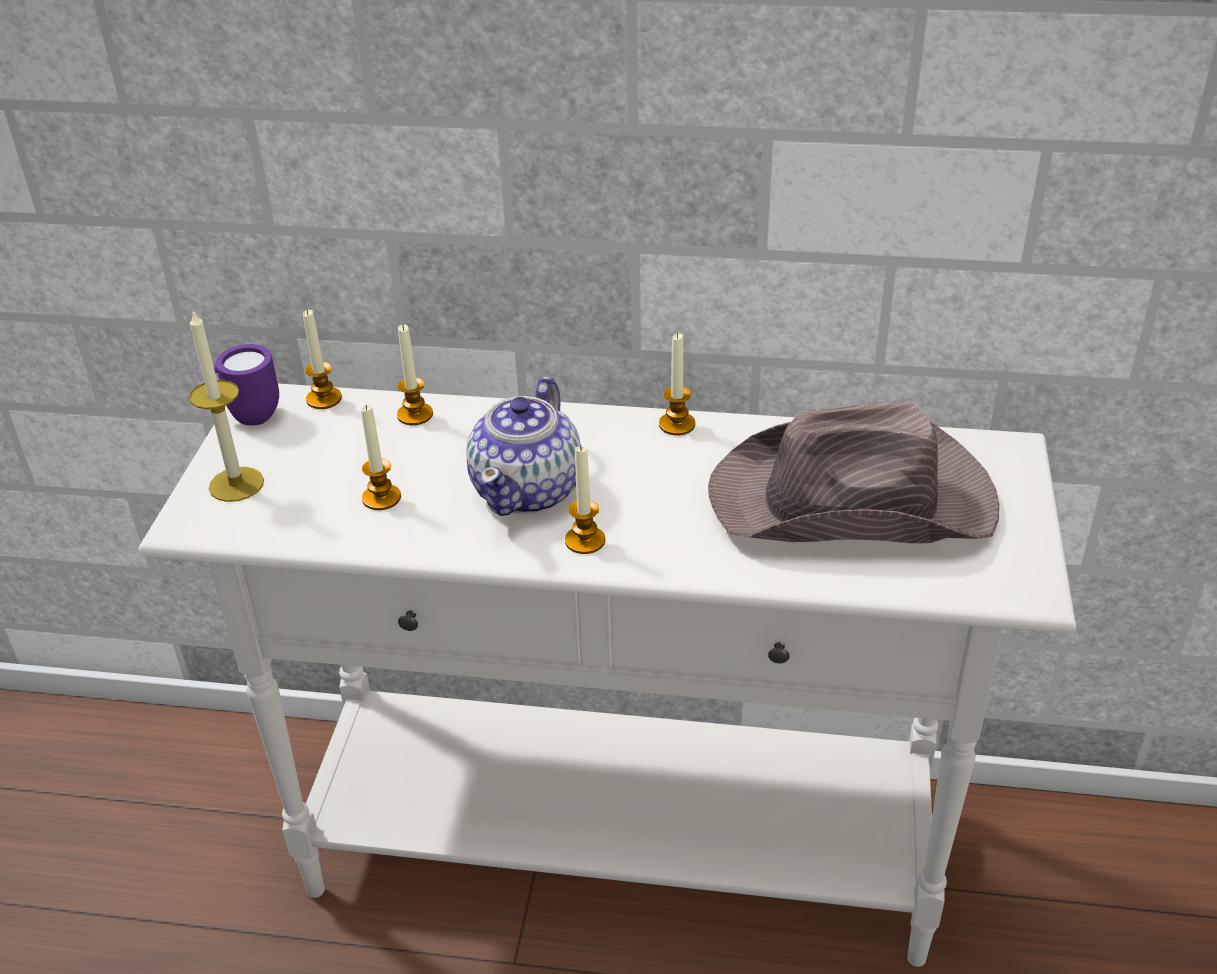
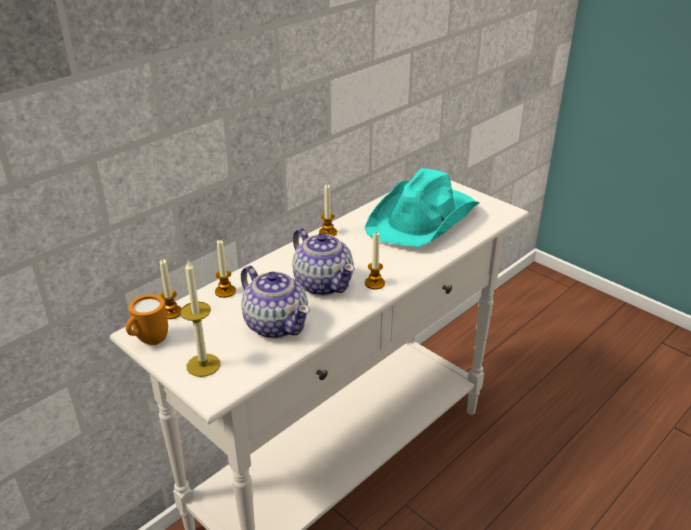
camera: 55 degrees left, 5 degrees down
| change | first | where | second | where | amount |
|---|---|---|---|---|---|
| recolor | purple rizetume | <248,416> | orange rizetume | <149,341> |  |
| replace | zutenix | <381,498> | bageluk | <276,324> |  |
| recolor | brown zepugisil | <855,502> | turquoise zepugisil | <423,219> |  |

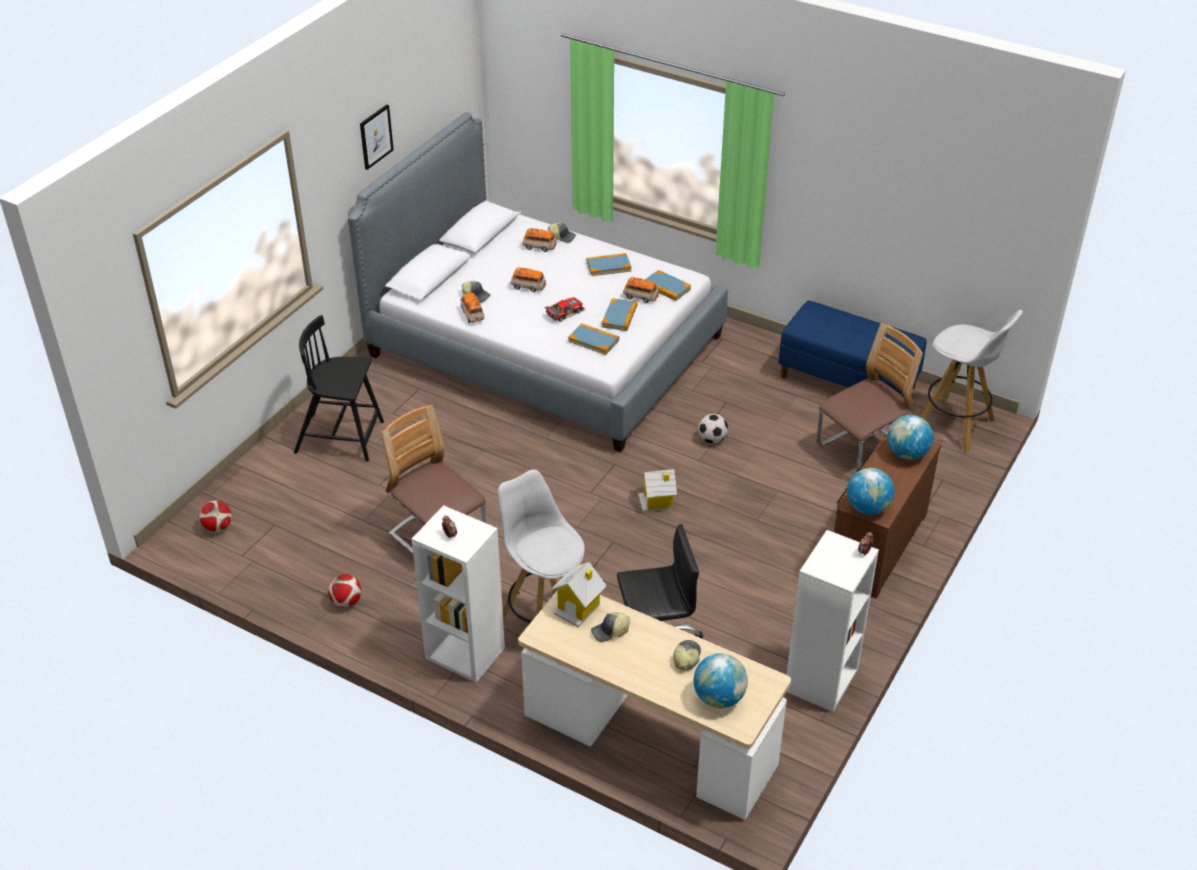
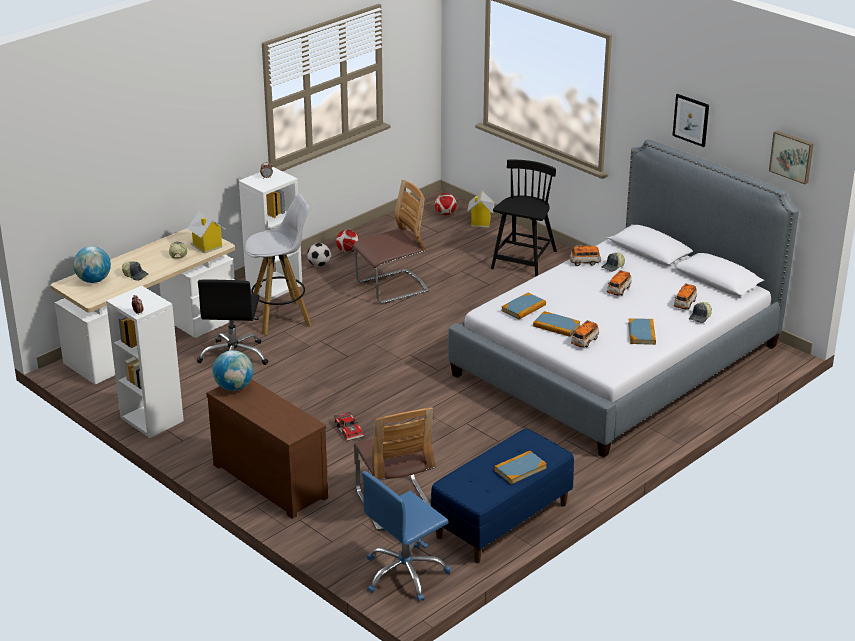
camera: 105 degrees right, 10 degrees down
| change | first | where | second | where | amount |
|---|---|---|---|---|---|
| move | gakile | <564,312> |  | <349,430> |  |
| move | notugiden | <657,502> |  | <480,222> |  |
| move | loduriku | <666,287> |  | <520,469> |  |
| move | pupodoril | <712,439> |  | <319,265> |  |
| delete | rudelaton | <907,454> |  |  |  |
| replace | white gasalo | <956,425> | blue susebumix | <405,574> |  |
| insert |  |  | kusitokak | <792,156> |  |

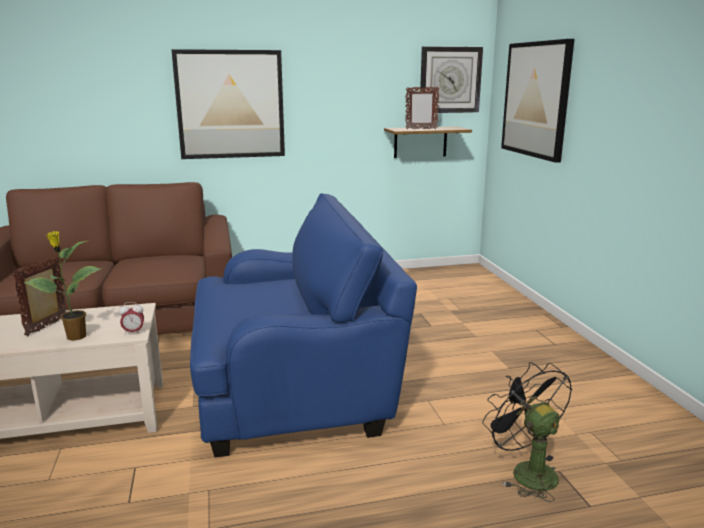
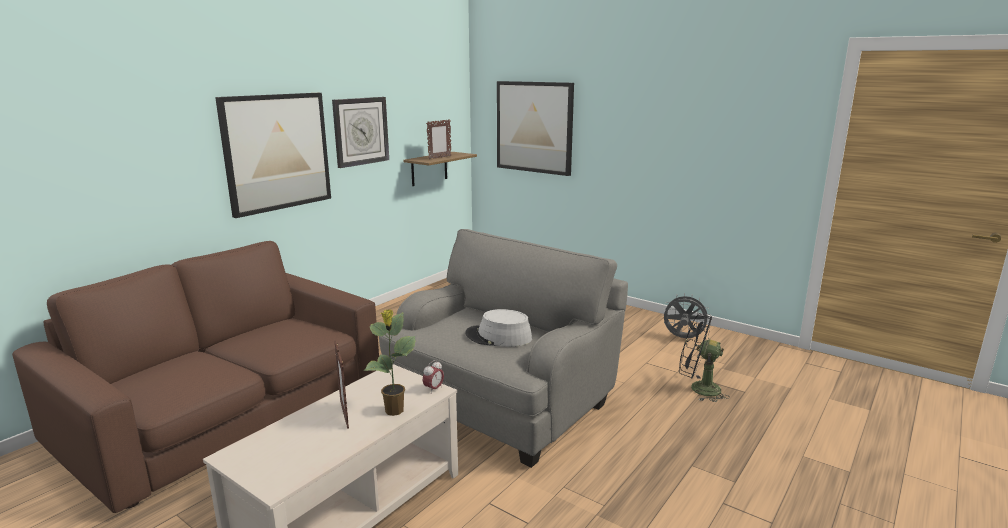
camera: 40 degrees left, 0 degrees up
| change | first | where | second | where | amount |
|---|---|---|---|---|---|
| recolor | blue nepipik | <295,389> | grey nepipik | <503,401> |  |
| move | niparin | <450,80> |  | <360,131> |  |
| insert |  |  | grey zepugisil | <498,337> |  |
| insert |  |  | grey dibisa | <683,338> |  |

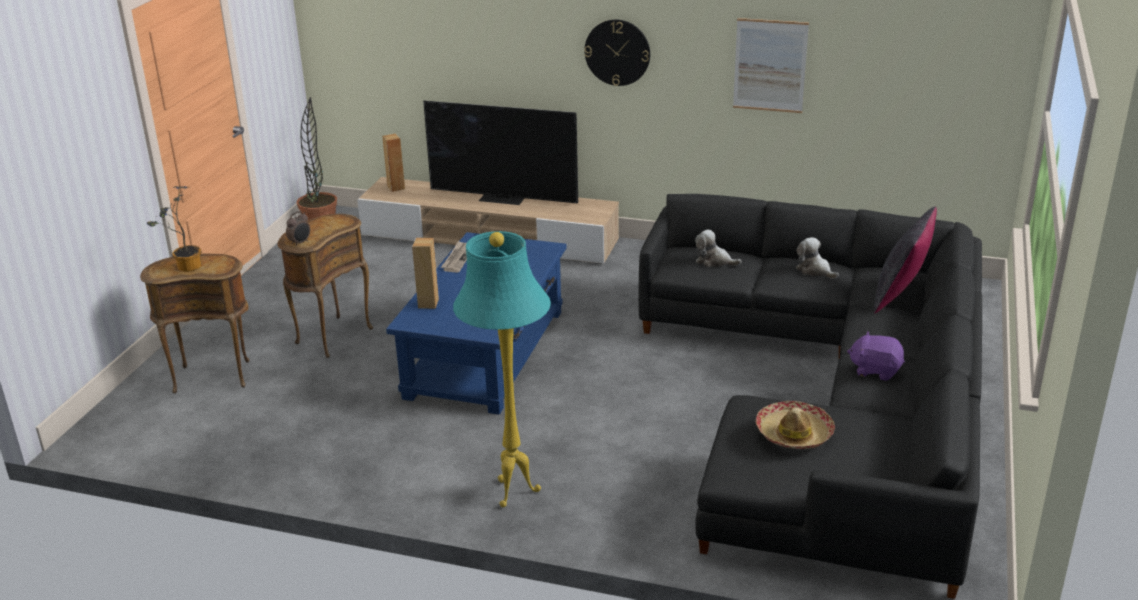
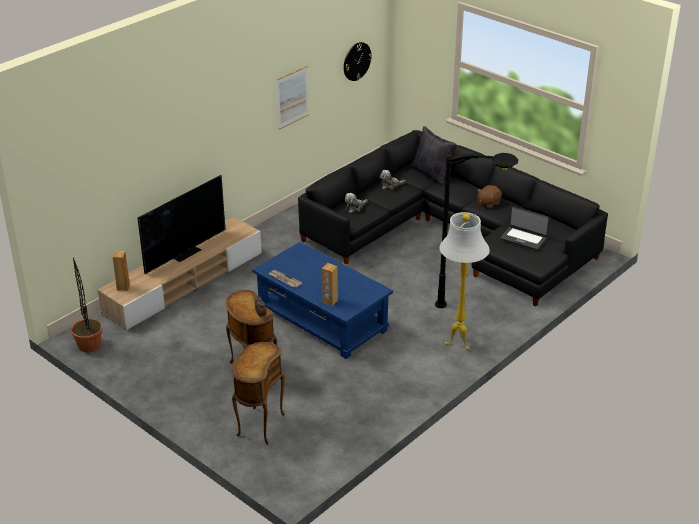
camera: 65 degrees left, 5 degrees up
| change | first | where | second | where | amount |
|---|---|---|---|---|---|
| delete | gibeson | <185,267> |  |  |  |
| recolor | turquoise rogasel | <512,492> | white rogasel | <457,344> |  |
| move | niparin | <617,52> |  | <356,61> |  |
| replace | zepugisil | <793,433> | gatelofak | <523,238> |  |
| recolor | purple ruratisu | <875,370> | brown ruratisu | <488,203> |  |
| insert |  |  | black rogasel | <477,311> |  |

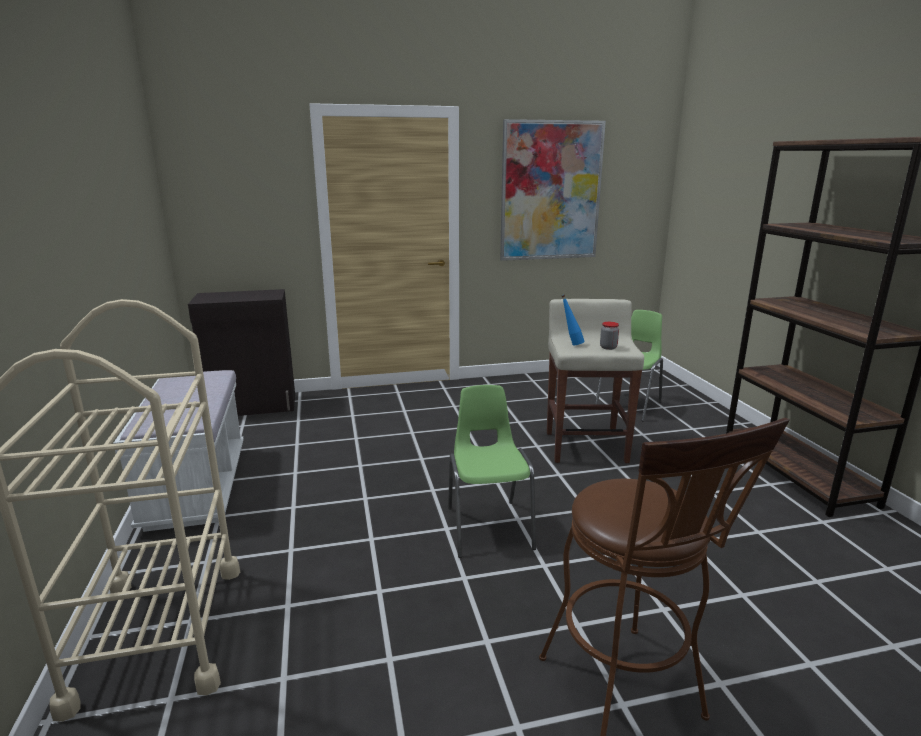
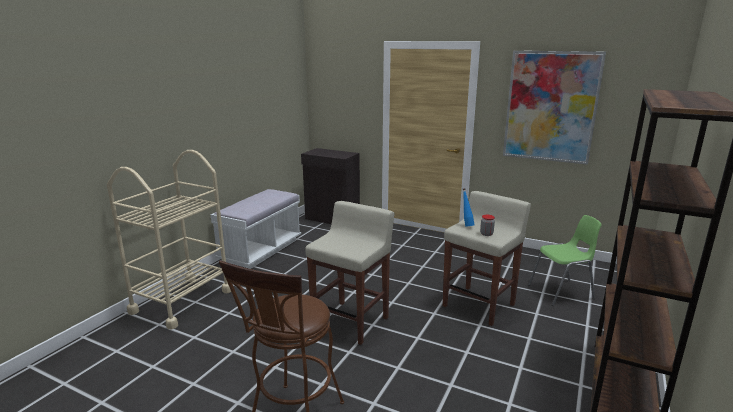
camera: 40 degrees right, 0 degrees up
| change | first | where | second | where | amount |
|---|---|---|---|---|---|
| replace | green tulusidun | <488,527> | beige gasalo | <351,321> |  |

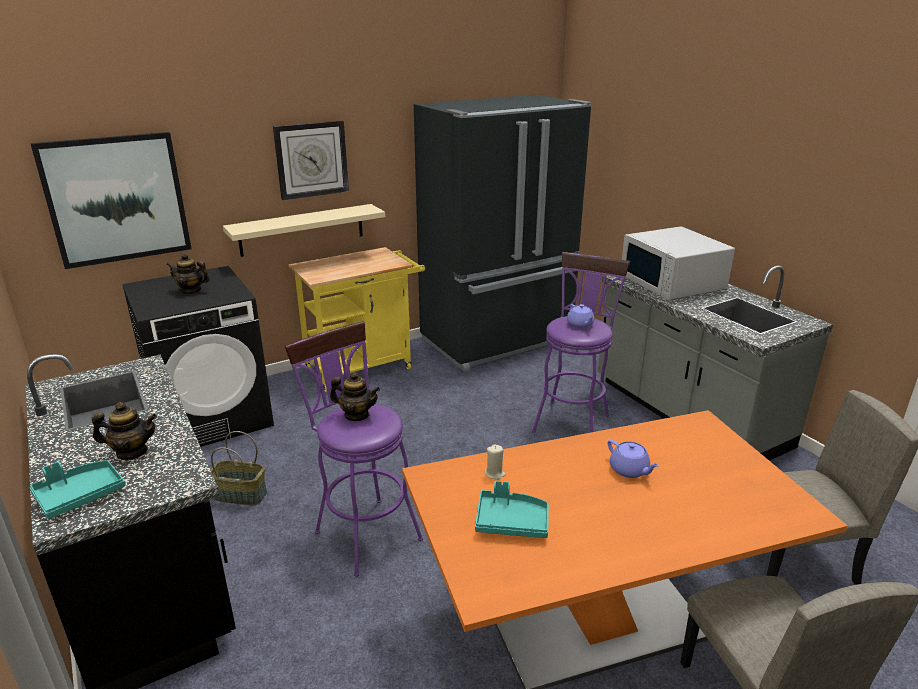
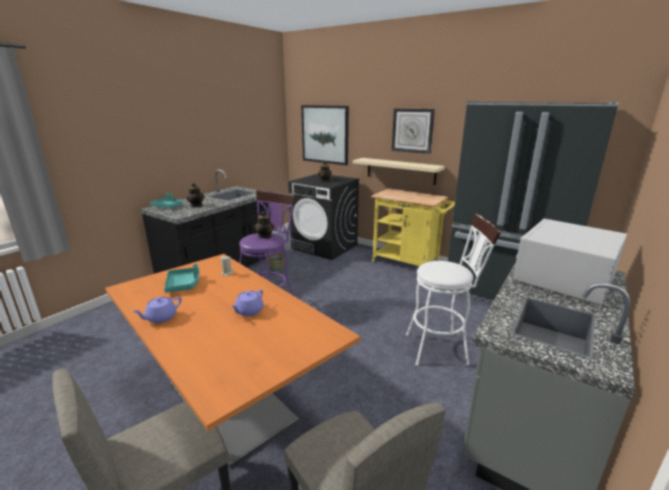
camera: 65 degrees right, 5 degrees down
| change | first | where | second | where | amount |
|---|---|---|---|---|---|
| recolor | purple gasalo | <573,419> | white gasalo | <441,348> |  |
| move | purple bageluk | <580,324> |  | <160,318> |  |

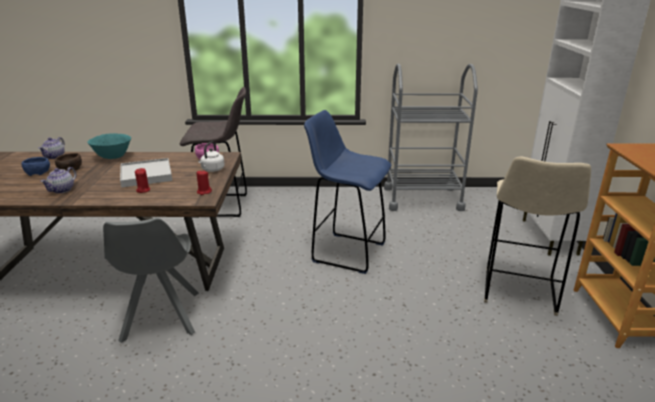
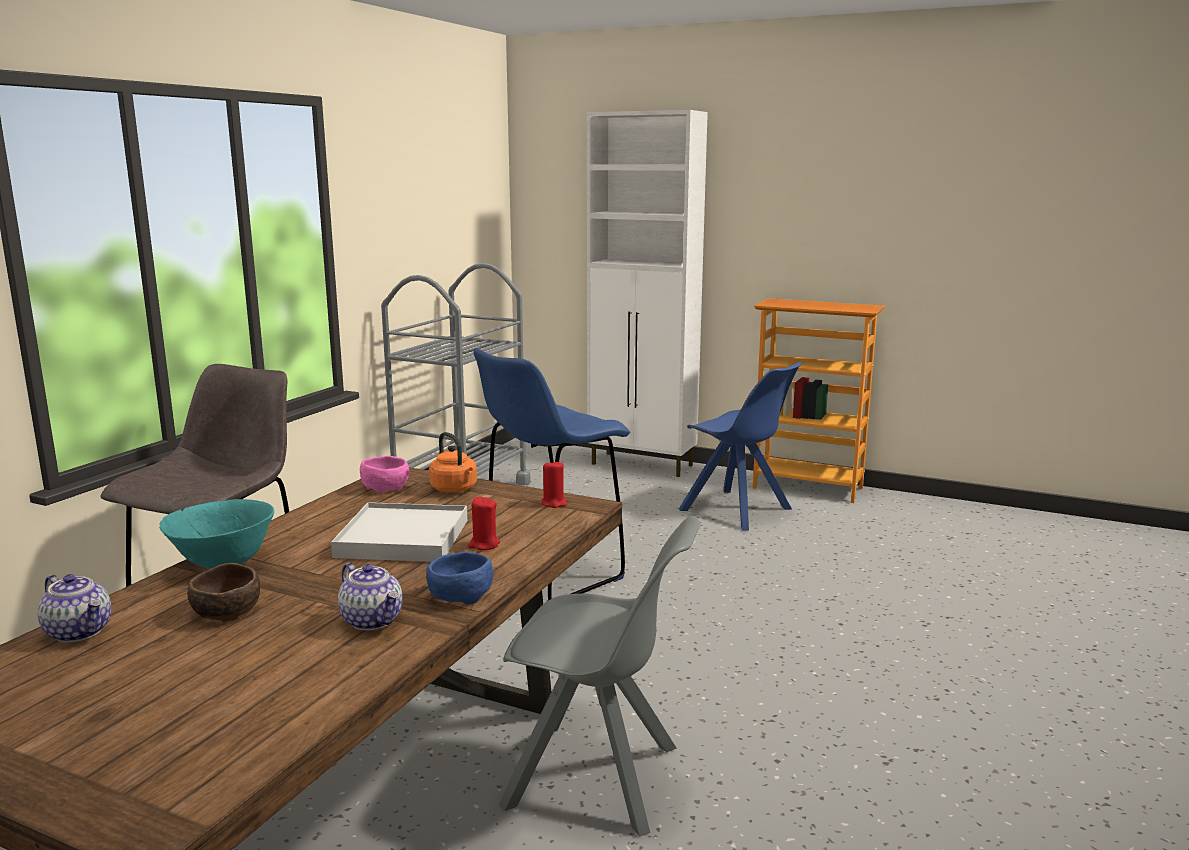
camera: 65 degrees left, 10 degrees down
| change | first | where | second | where | amount |
|---|---|---|---|---|---|
| move | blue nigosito | <38,172> |  | <459,595> |  |
| recolor | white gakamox | <212,170> | orange gakamox | <455,489> |  |
| replace | beige gasalo | <519,292> | blue tulusidun | <738,511> |  |

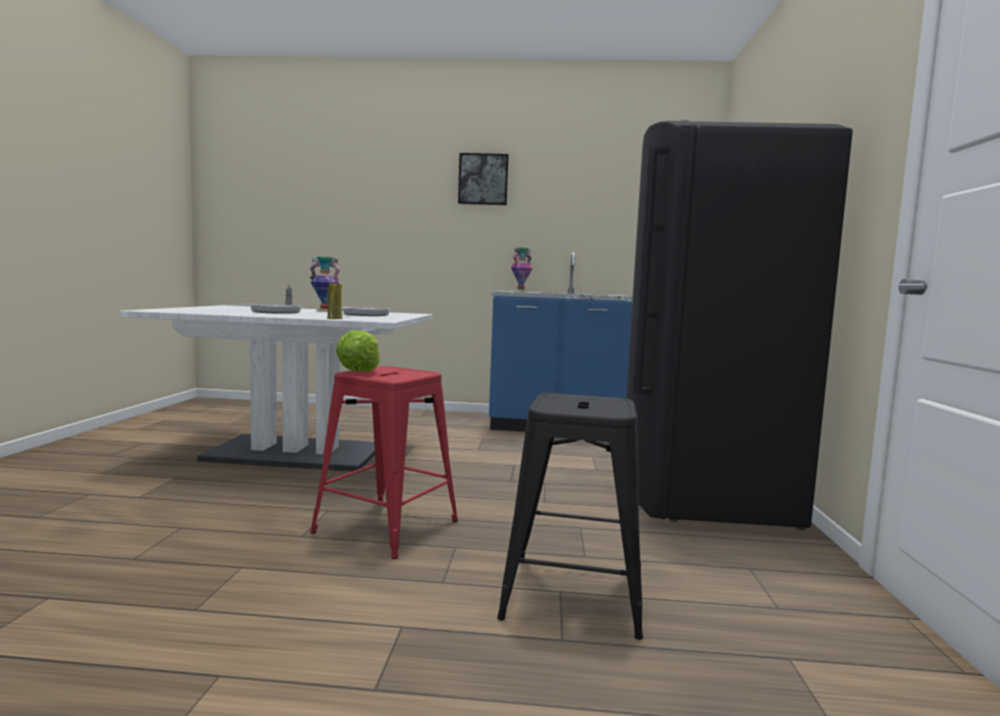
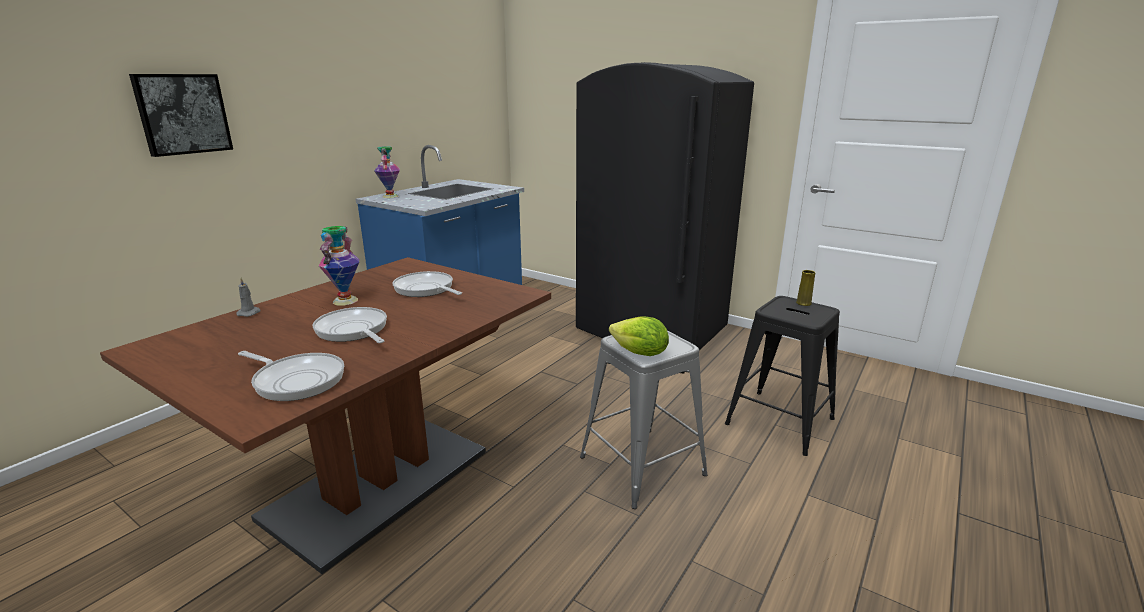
camera: 60 degrees left, 15 degrees up
| change | first | where | second | where | amount |
|---|---|---|---|---|---|
| recolor | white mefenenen | <295,453> | brown mefenenen | <378,484> |  |
| recolor | red gasalo | <386,526> | grey gasalo | <641,466> |  |
| move | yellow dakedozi | <334,318> |  | <803,303> |  |
| move | kusitokak | <483,179> |  | <182,114> |  |
| insert |  |  | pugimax | <296,380> |  |

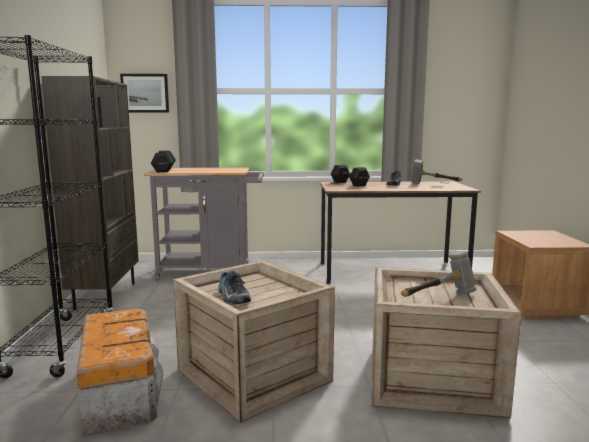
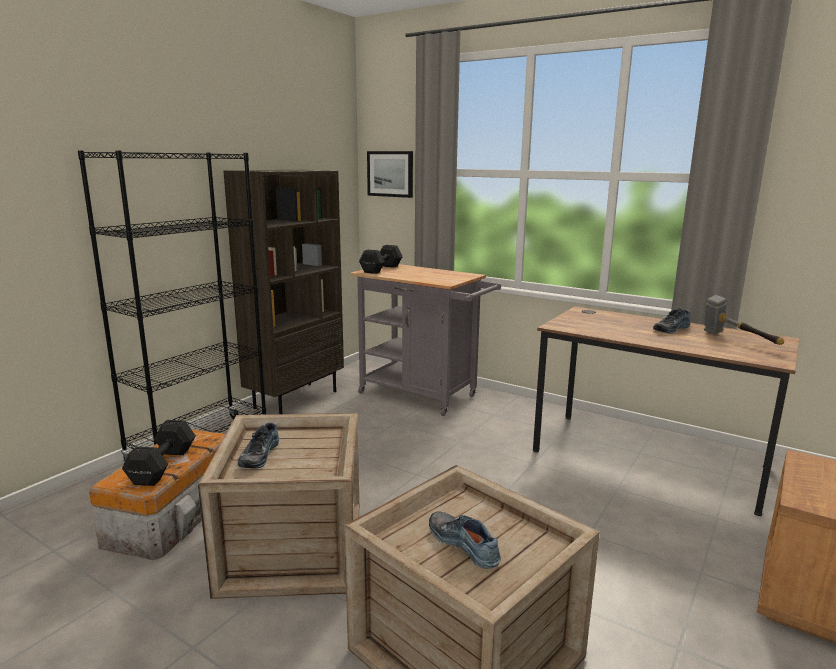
camera: 35 degrees right, 5 degrees up
| change | first | where | second | where | amount |
|---|---|---|---|---|---|
| move | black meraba | <349,184> |  | <164,465> |  |
| replace | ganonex | <439,297> | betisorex | <465,544> |  |

